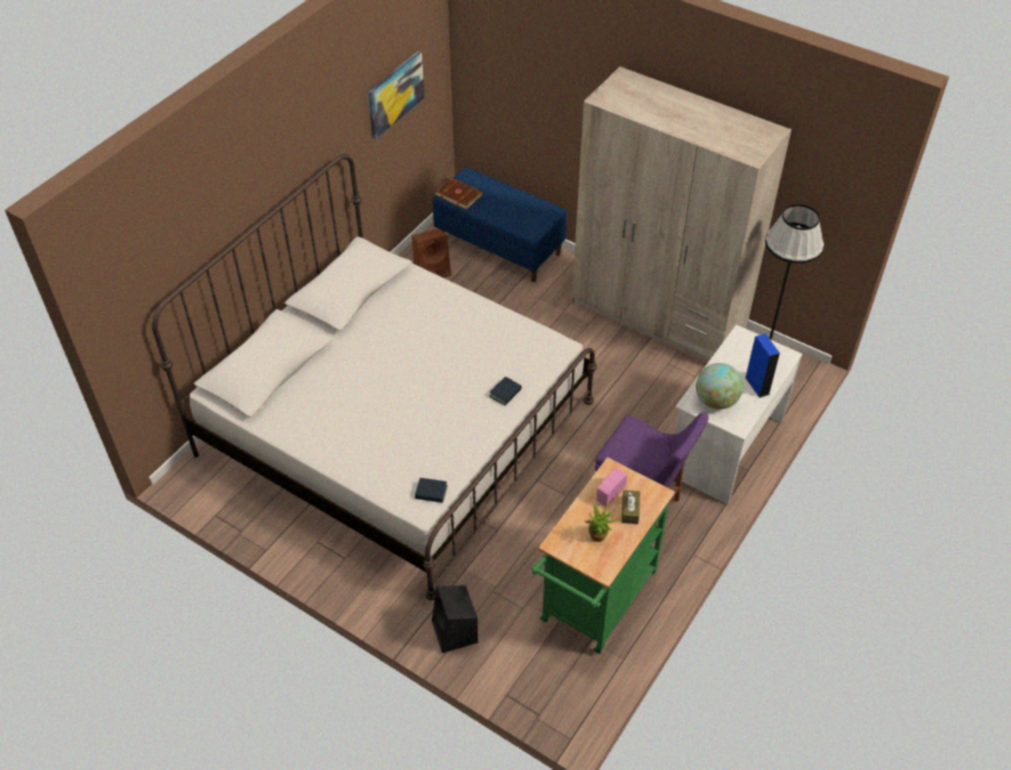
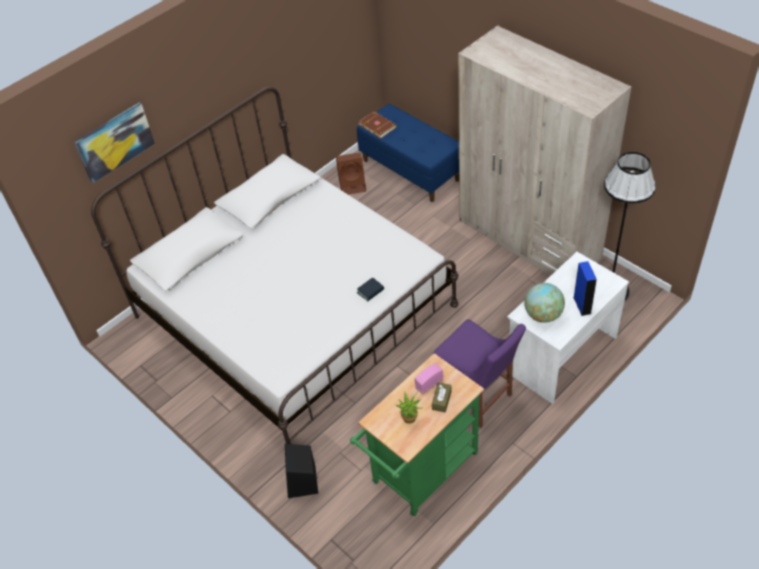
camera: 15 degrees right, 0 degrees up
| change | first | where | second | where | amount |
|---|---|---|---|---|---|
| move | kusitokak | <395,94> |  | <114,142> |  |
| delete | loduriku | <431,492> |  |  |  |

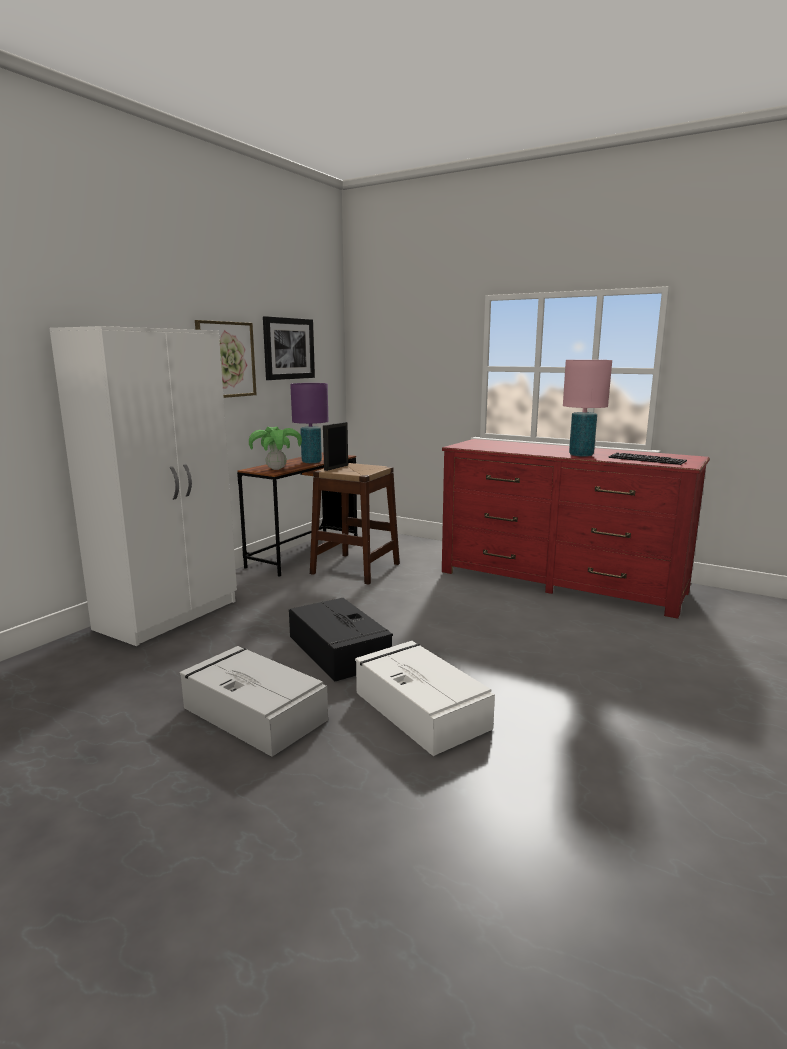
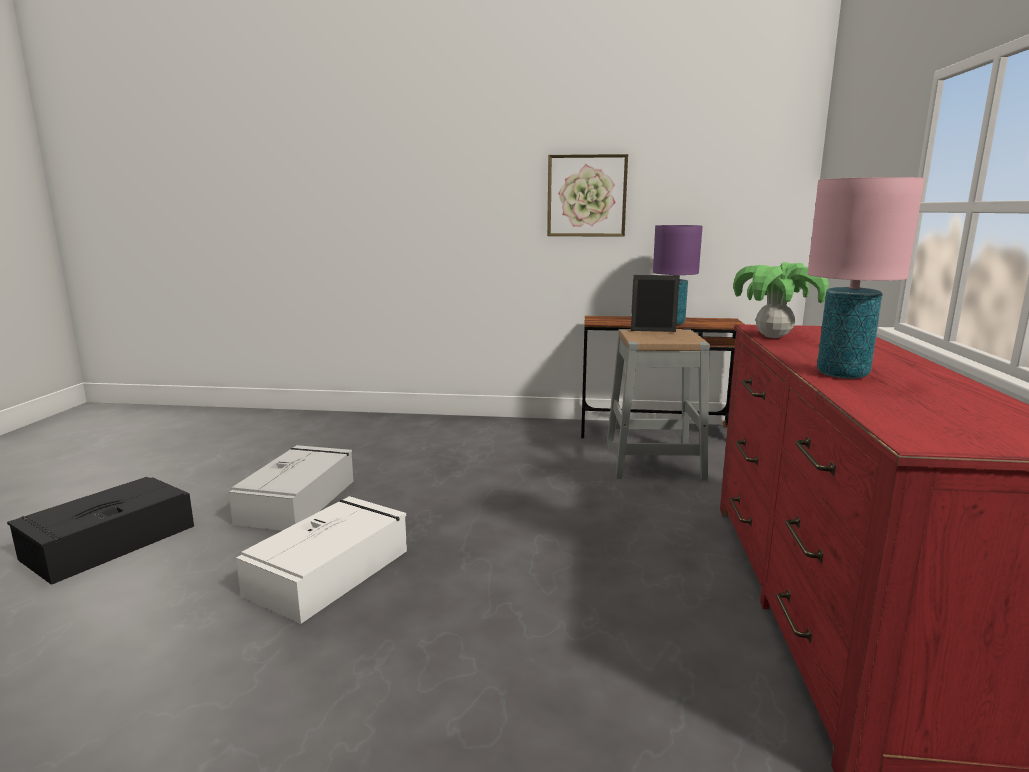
camera: 65 degrees right, 0 degrees up
| change | first | where | second | where | amount |
|---|---|---|---|---|---|
| delete | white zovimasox | <170,615> |  |  |  |
| move | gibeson | <276,469> |  | <772,336> |  |
| delete | kusitokak | <288,348> |  |  |  |
| move | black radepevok | <339,651> |  | <107,543> |  |
| recolor | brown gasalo | <355,568> | grey gasalo | <653,462> |  |
| delete | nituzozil | <648,459> |  |  |  |

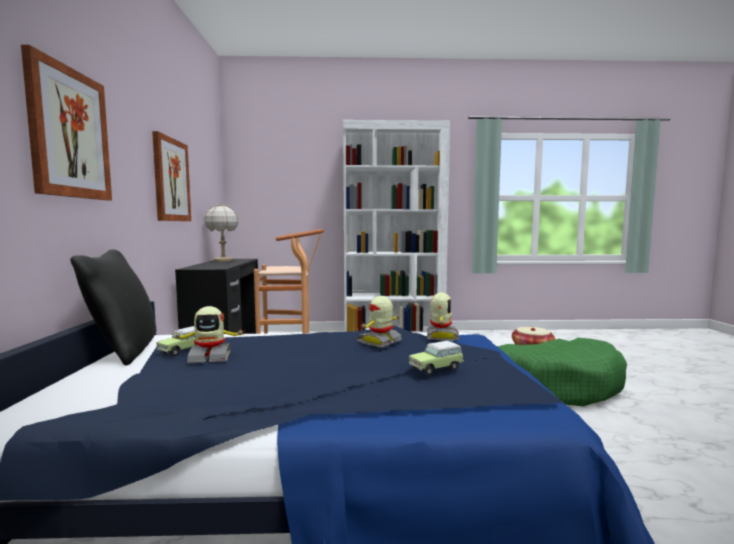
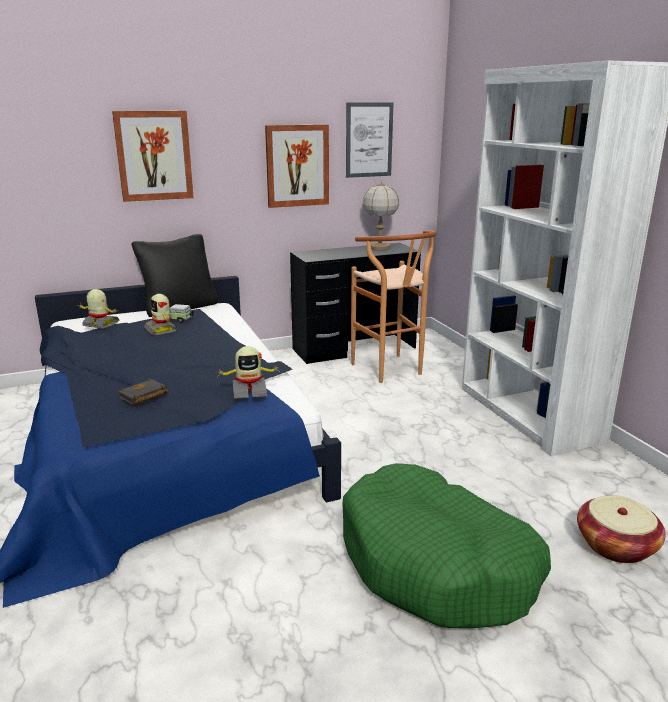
camera: 70 degrees right, 15 degrees up
| change | first | where | second | where | amount |
|---|---|---|---|---|---|
| move | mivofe | <380,342> |  | <100,324> |  |
| replace | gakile | <437,368> | black loduriku | <143,396> |  |
| insert |  |  | kusitokak | <369,140> |  |

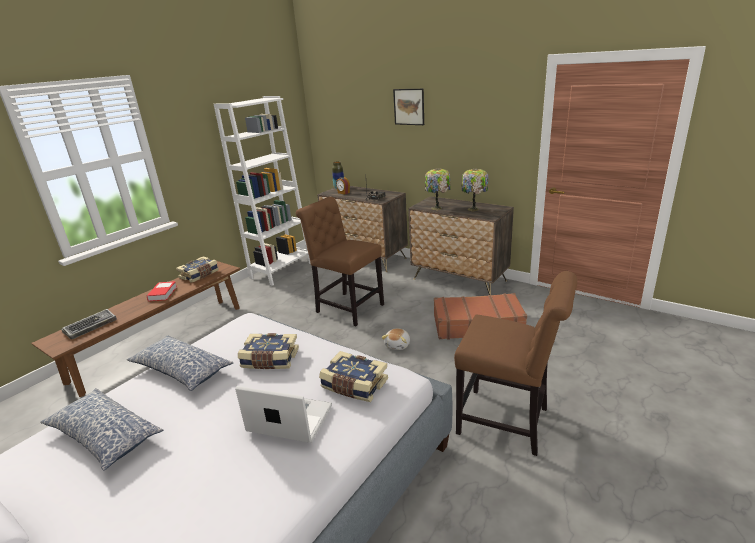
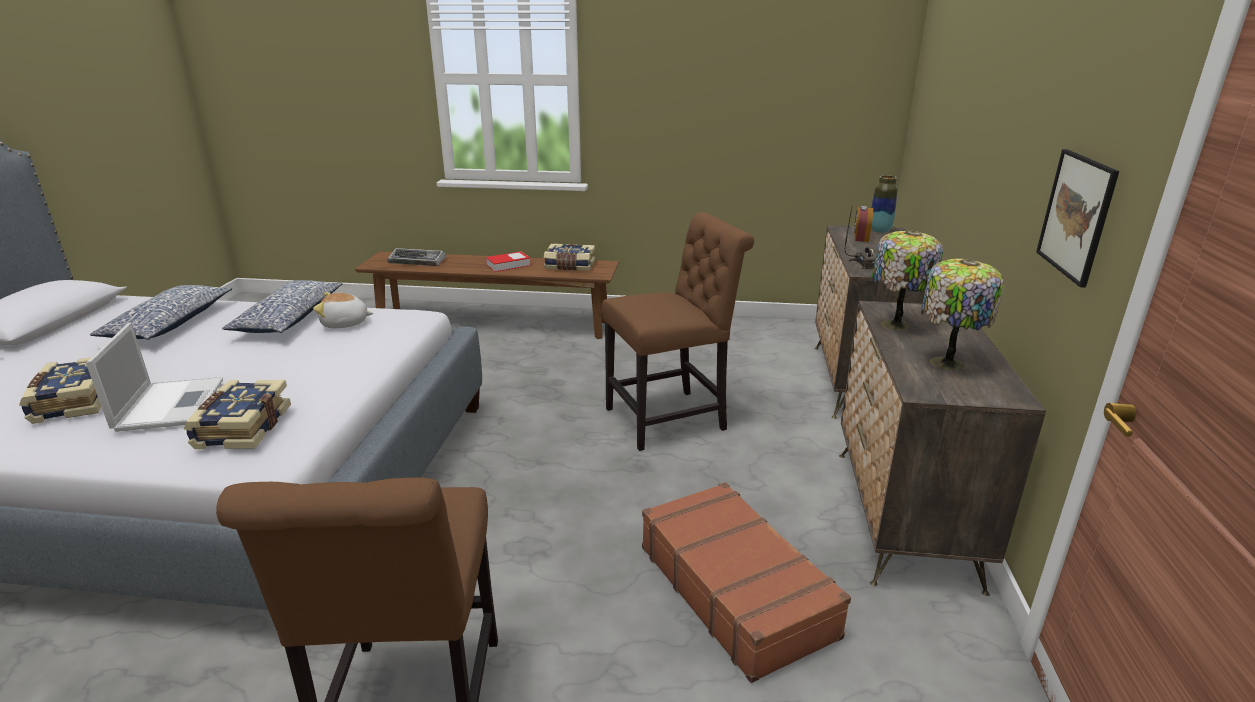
camera: 60 degrees right, 0 degrees up
| change | first | where | second | where | amount |
|---|---|---|---|---|---|
| delete | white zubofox | <281,270> |  |  |  |
| move | loduriku | <270,360> |  | <72,402> |  |
| rotate | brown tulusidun | <347,308> |  | <671,418> | 60 degrees clockwise |
| move | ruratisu | <398,345> |  | <345,324> |  |
| move | kusitokak | <409,107> |  | <1076,215> |  |

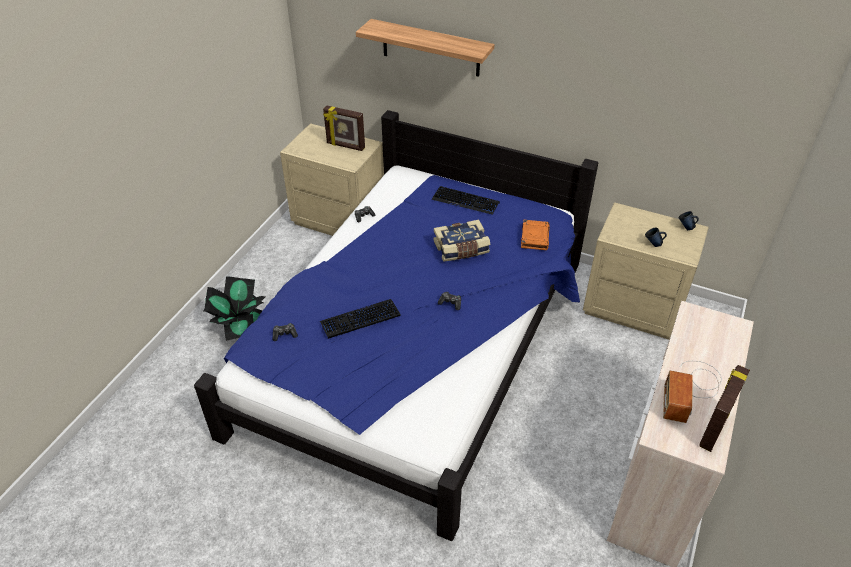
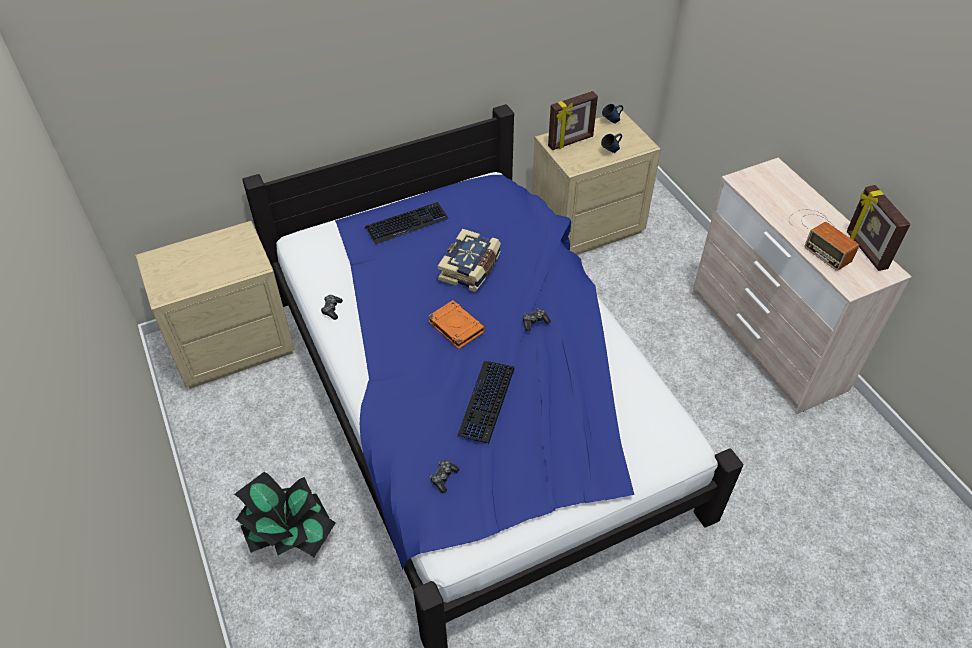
camera: 50 degrees left, 5 degrees up
| change | first | where | second | where | amount |
|---|---|---|---|---|---|
| move | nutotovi | <345,146> |  | <571,142> |  |
| delete | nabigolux | <431,48> |  |  |  |
| move | orange loduriku | <534,237> |  | <455,326> |  |

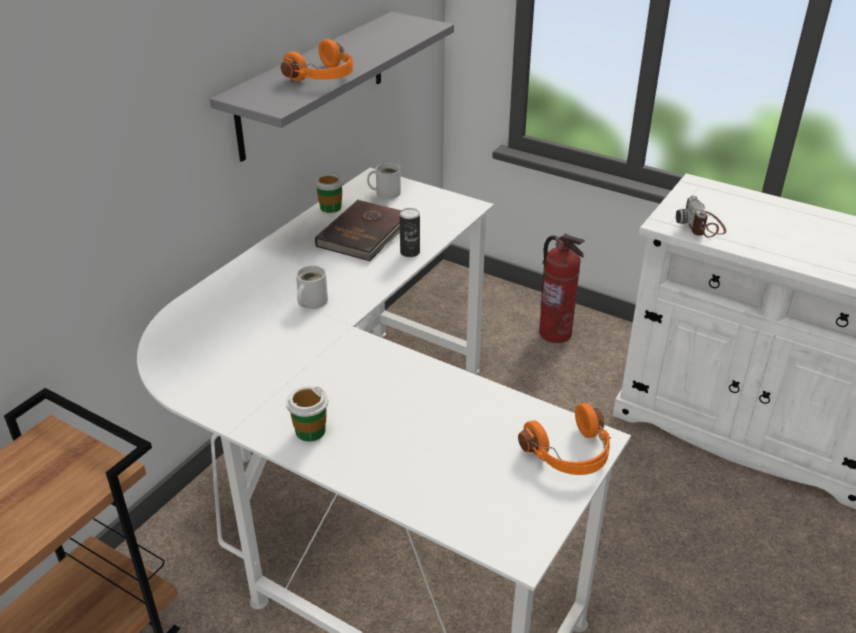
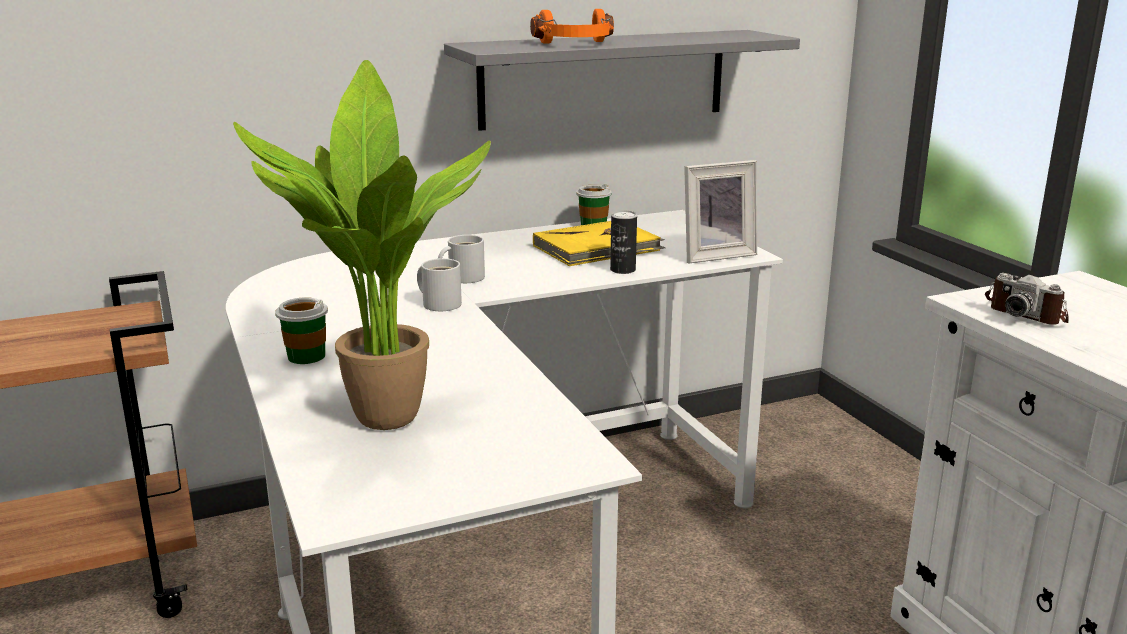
camera: 35 degrees right, 15 degrees down
| change | first | where | second | where | amount |
|---|---|---|---|---|---|
| recolor | brown loduriku | <365,234> | yellow loduriku | <598,248> |  |
| move | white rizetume | <386,192> |  | <440,303> |  |
| delete | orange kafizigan | <570,454> |  |  |  |
| delete | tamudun | <555,333> |  |  |  |
| rotate | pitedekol | <702,226> |  | <1027,314> | 75 degrees counterclockwise |
| insert |  |  | gibeson | <376,418> |  |
| insert |  |  | nutotovi | <715,255> |  |

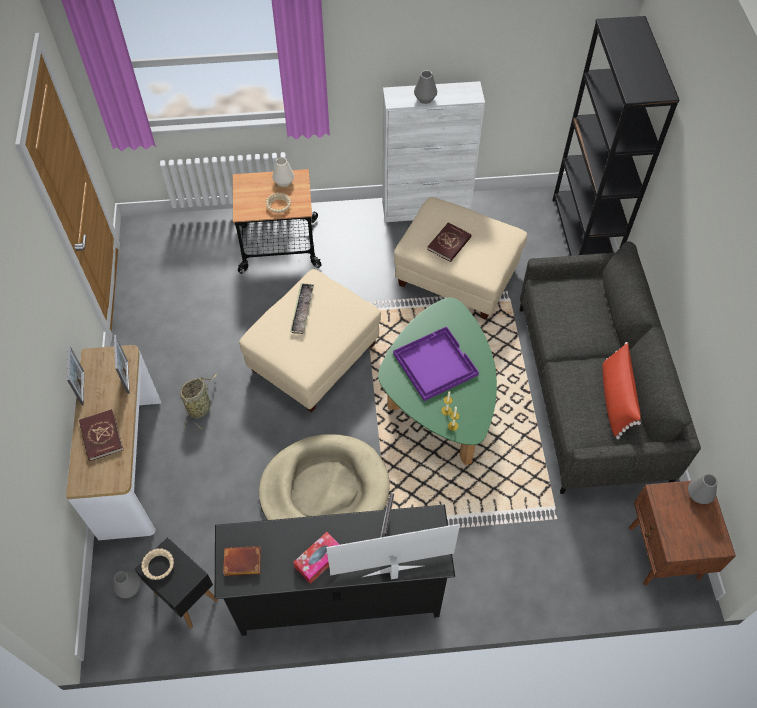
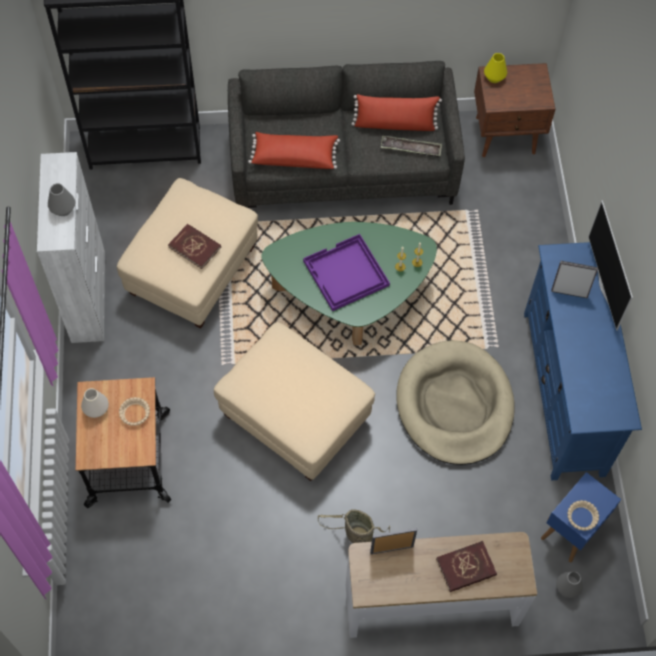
camera: 90 degrees left, 5 degrees up
| change | first | where | second | where | amount |
|---|---|---|---|---|---|
| delete | nutotovi | <82,387> |  |  |  |
| recolor | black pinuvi | <185,596> | blue pinuvi | <571,531> |  |
| recolor | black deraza | <338,598> | blue deraza | <564,393> |  |
| delete | brown loduriku | <241,563> |  |  |  |
| move | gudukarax | <302,310> |  | <411,148> |  |
| delete | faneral | <319,560> |  |  |  |
| recolor | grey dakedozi | <698,495> | yellow dakedozi | <494,77> |  |
| insert |  |  | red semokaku | <294,156> |  |

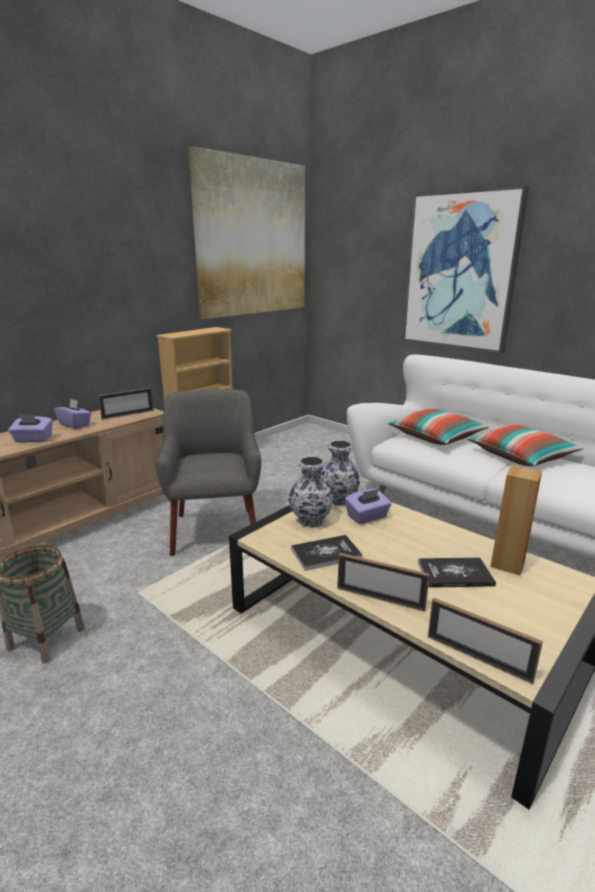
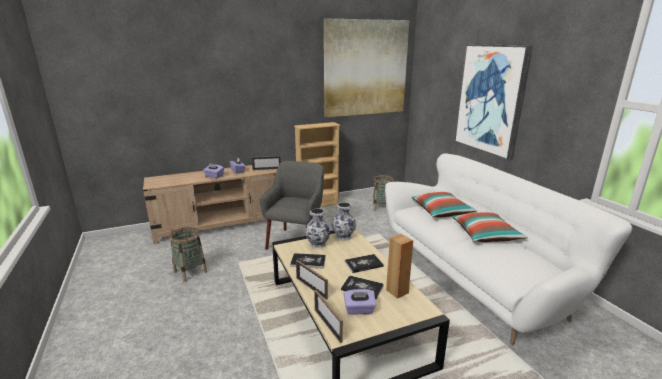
camera: 25 degrees right, 0 degrees up
| change | first | where | second | where | amount |
|---|---|---|---|---|---|
| move | purple faneral | <367,517> |  | <359,310> |  |
| insert |  |  | loduriku | <363,264> |  |
| insert |  |  | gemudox | <382,207> |  |

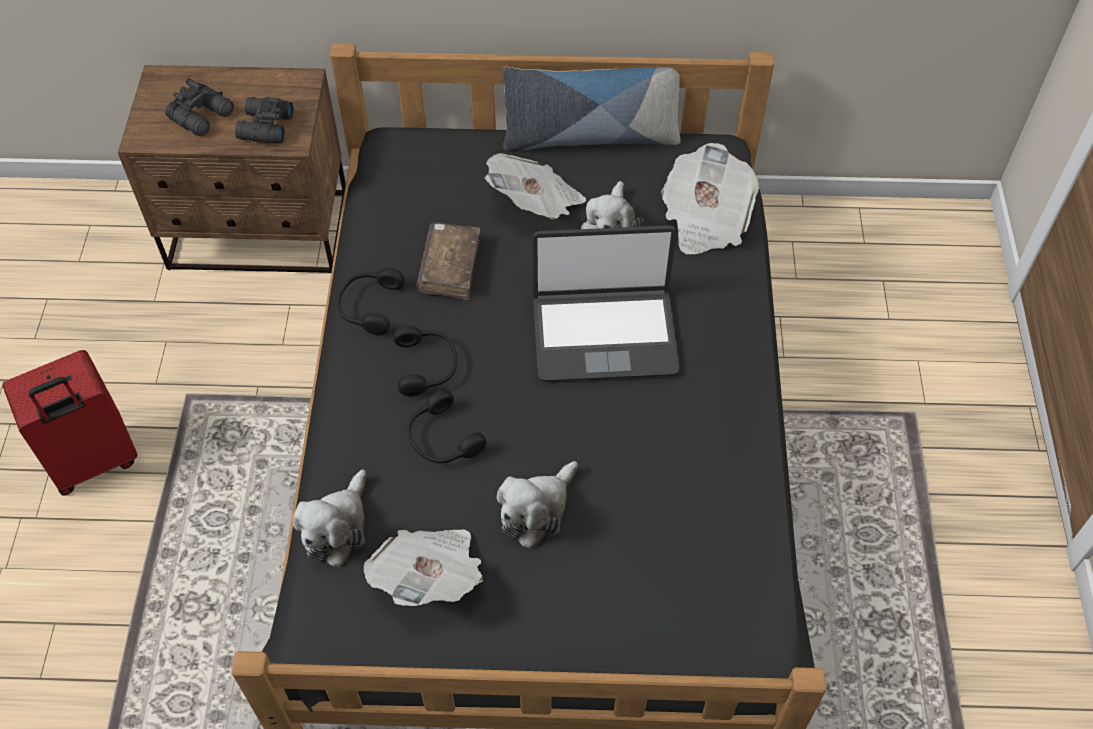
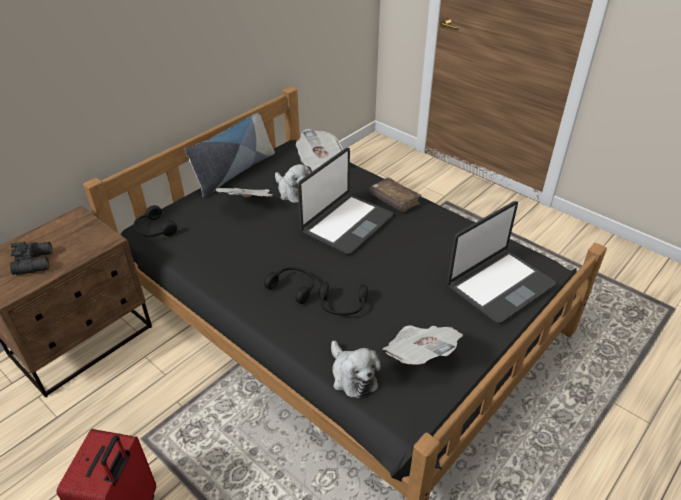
camera: 50 degrees left, 15 degrees down
| change | first | where | second | where | amount |
|---|---|---|---|---|---|
| delete | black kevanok | <264,127> |  |  |  |
| move | black kafizigan | <369,306> |  | <154,230> |  |
| move | brown loduriku | <449,267> |  | <394,200> |  |
| delete | ruratisu | <536,510> |  |  |  |
| insert |  |  | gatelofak | <499,285> |  |

